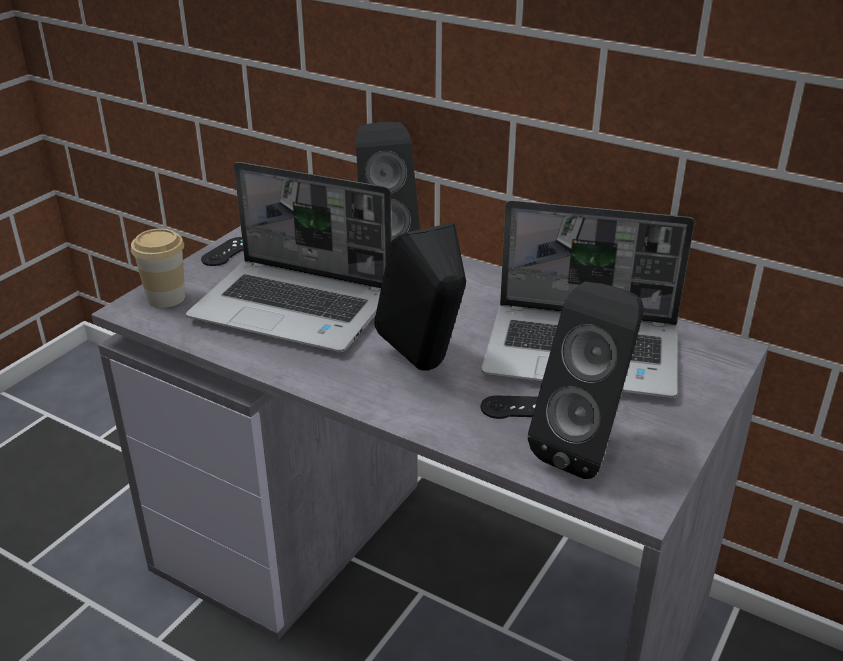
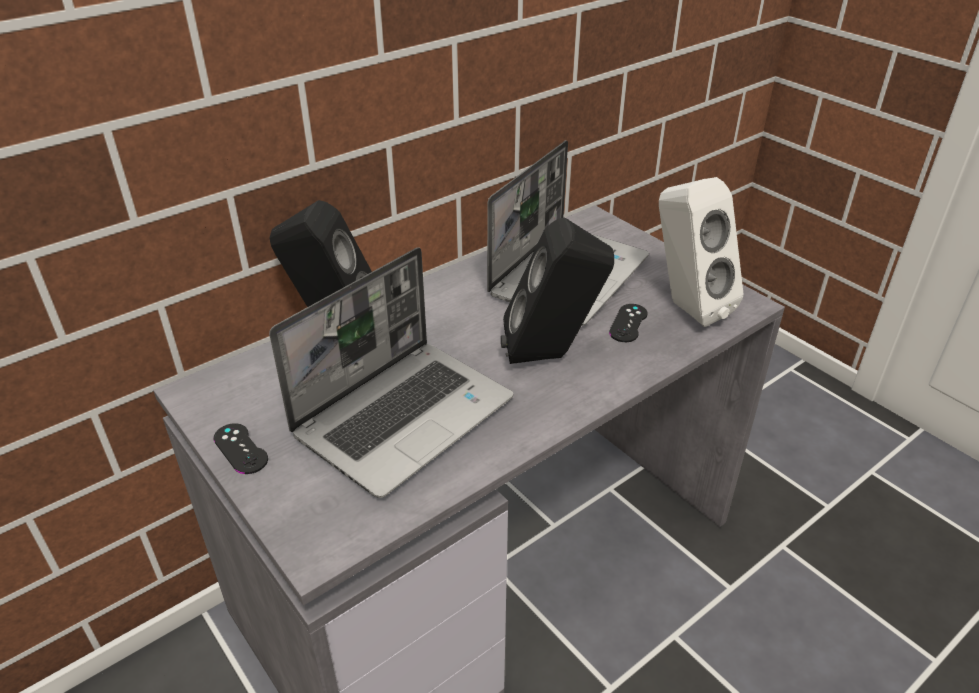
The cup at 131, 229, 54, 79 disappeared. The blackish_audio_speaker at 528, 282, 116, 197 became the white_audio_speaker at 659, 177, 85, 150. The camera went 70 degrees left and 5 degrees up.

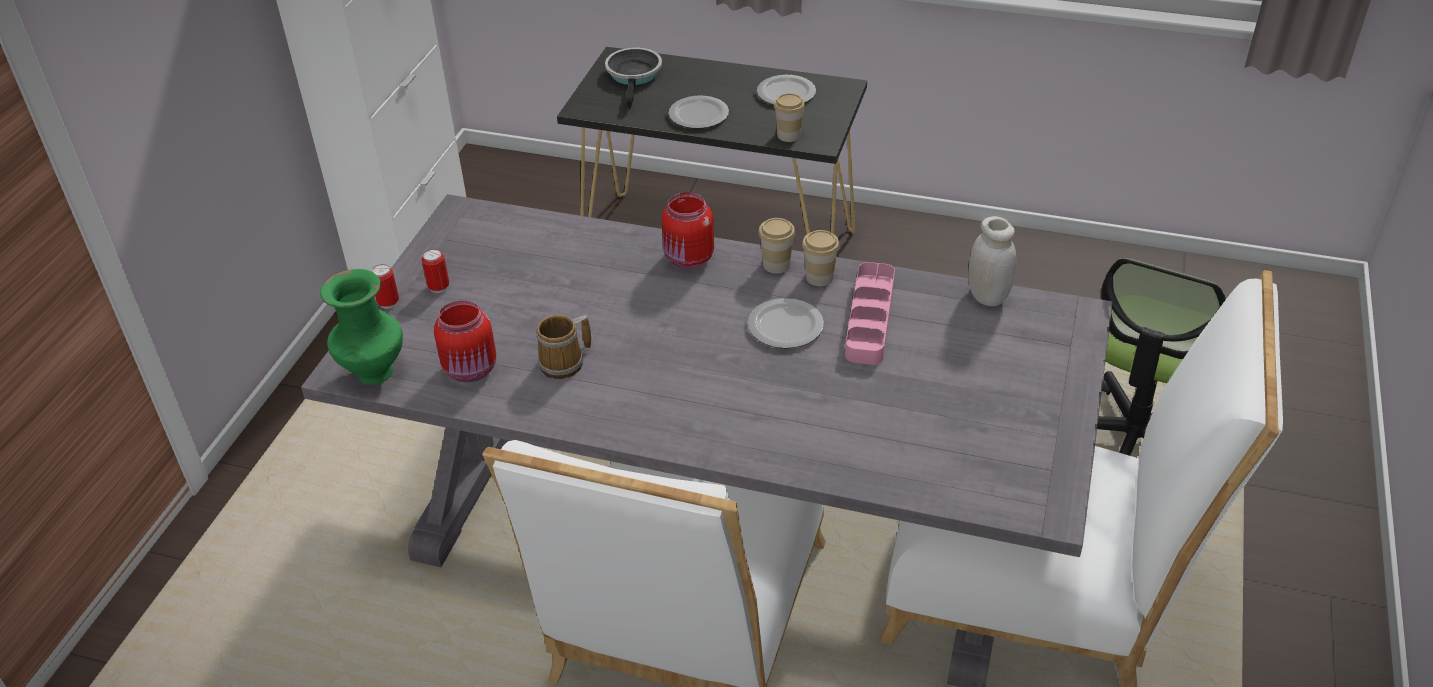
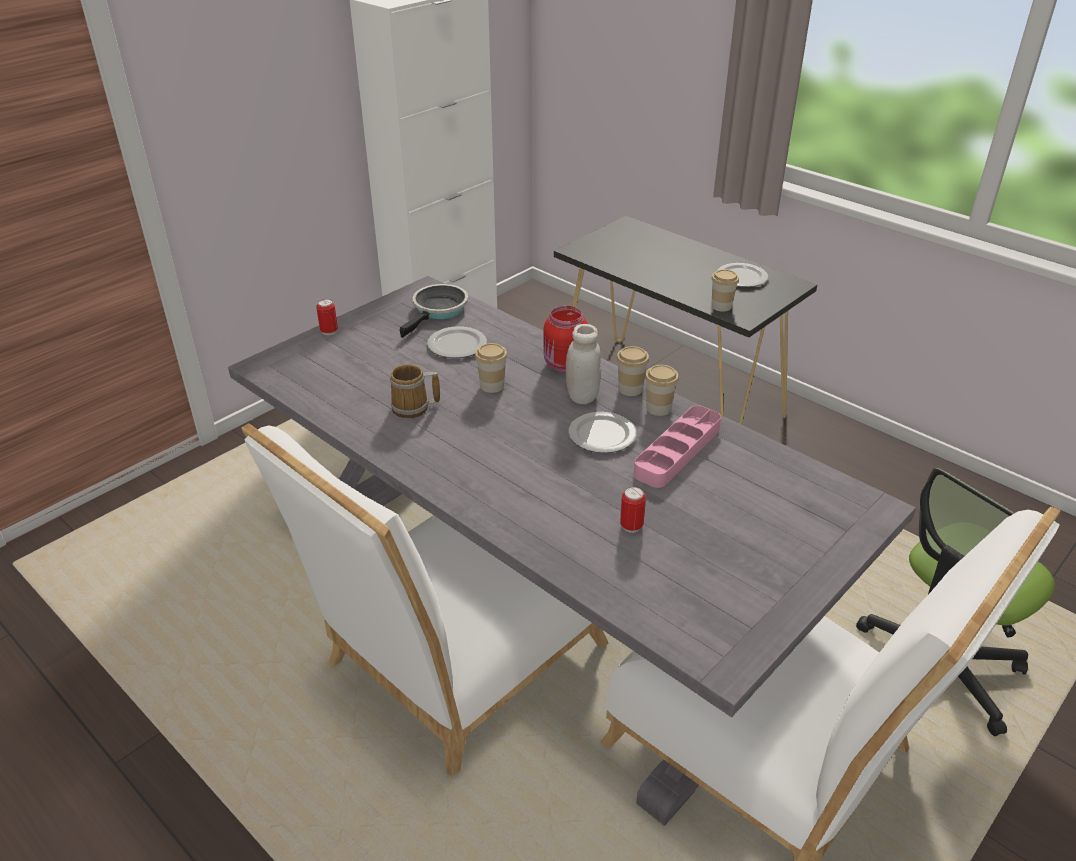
The greenish_vase at 320, 269, 83, 116 disappeared. The red-coloured_preserve_jar at 434, 300, 62, 82 disappeared. The cup at 475, 343, 33, 50 appeared. The sealed_can moved from 422, 249, 27, 44 to 620, 487, 26, 46. The skillet moved from 605, 48, 57, 61 to 400, 284, 68, 54. The dinner_plate moved from 669, 96, 60, 33 to 427, 327, 60, 31. The white_preserve_jar moved from 968, 216, 48, 90 to 566, 324, 35, 80. The camera went 25 degrees right and 5 degrees down.

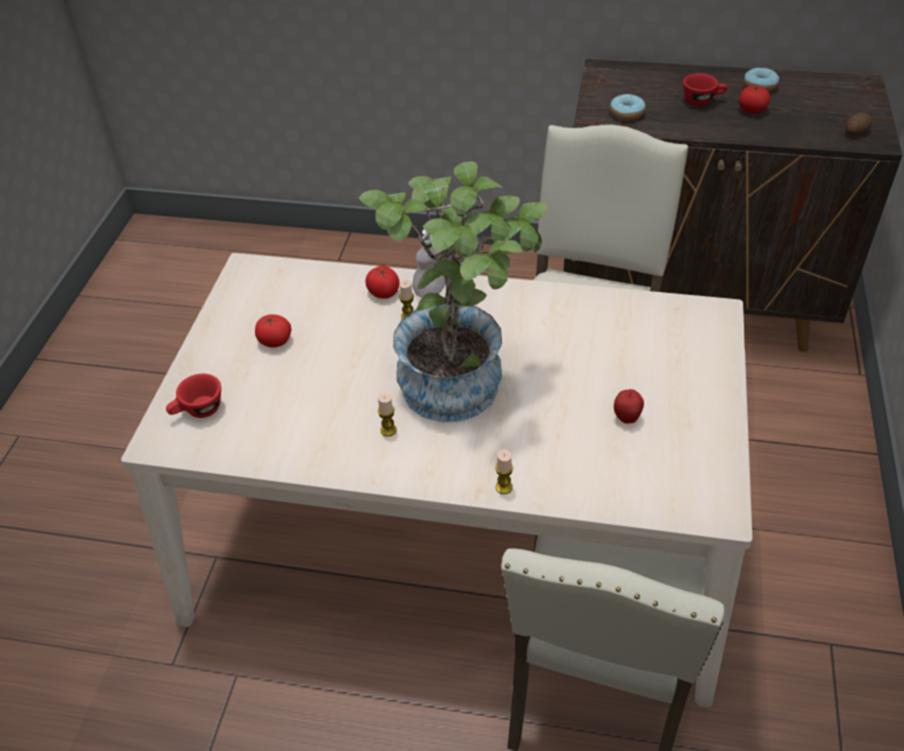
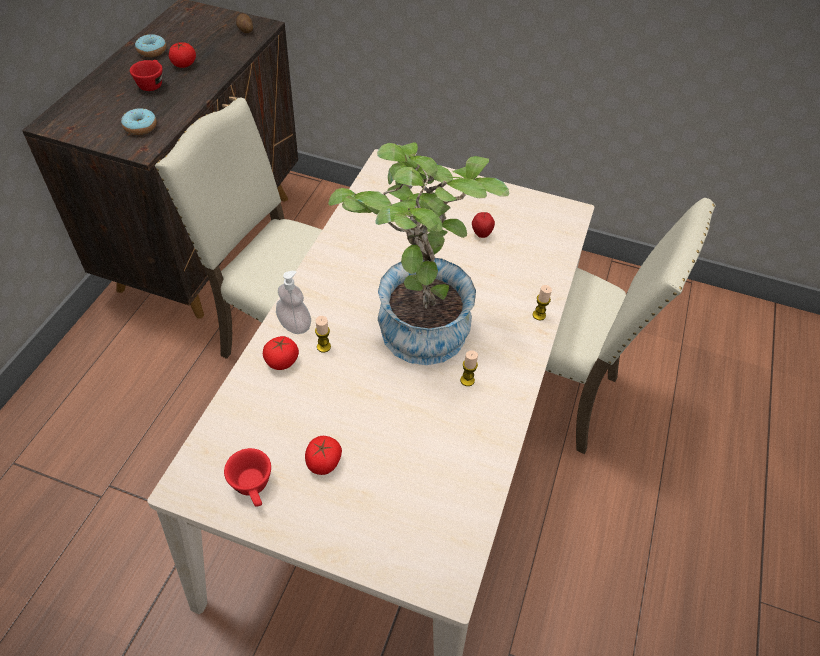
The red-coloured_cup moved from 166, 374, 55, 44 to 224, 448, 47, 59. The camera went 85 degrees left and 5 degrees up.

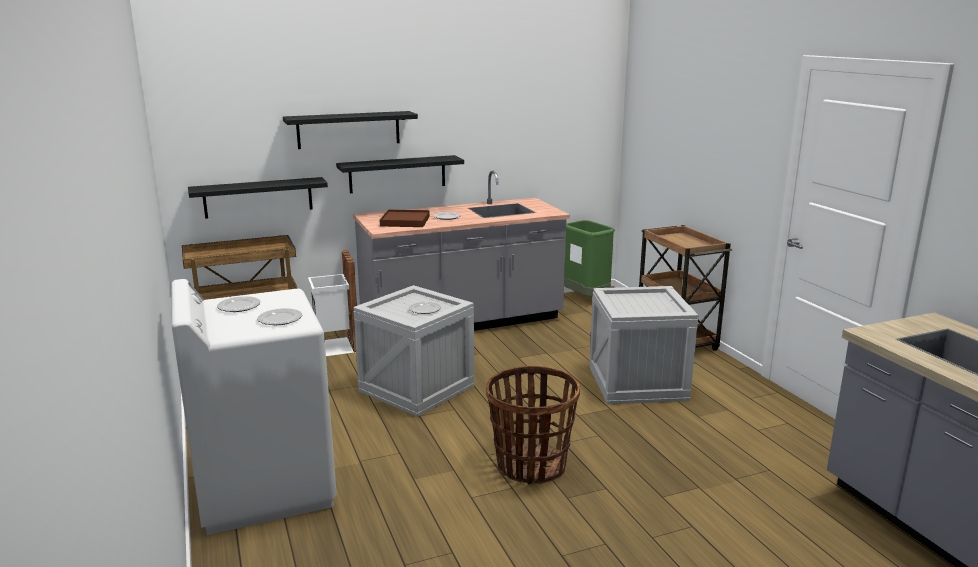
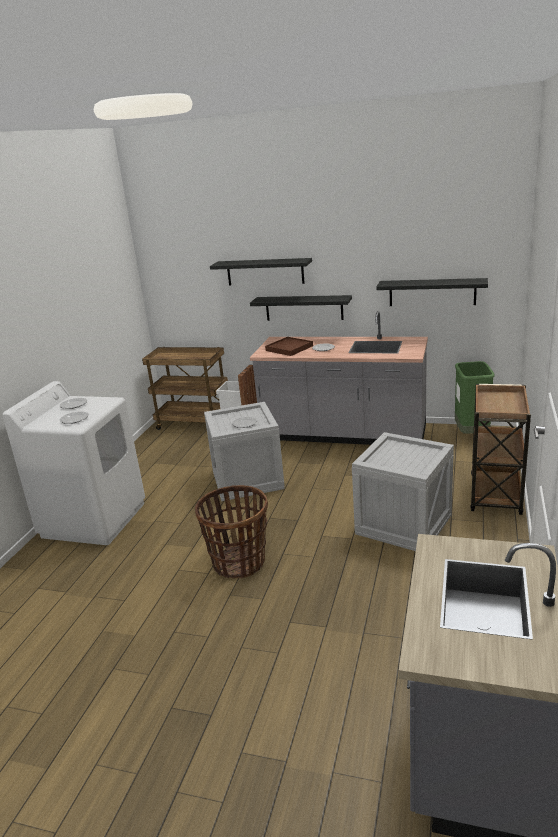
The blackish_bracket_shelf moved from 188, 177, 140, 42 to 376, 278, 112, 28. The camera went 40 degrees right and 5 degrees up.

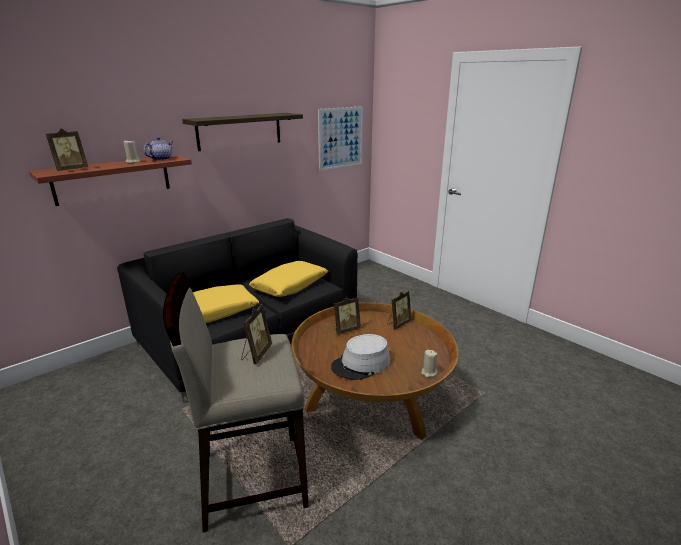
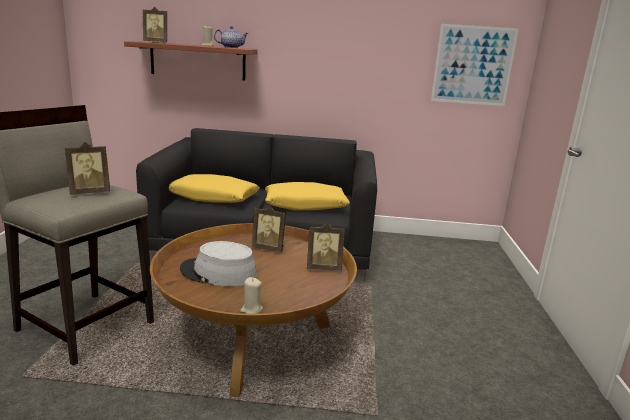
The bracket_shelf at 182, 113, 121, 38 disappeared. The camera went 45 degrees right and 5 degrees down.

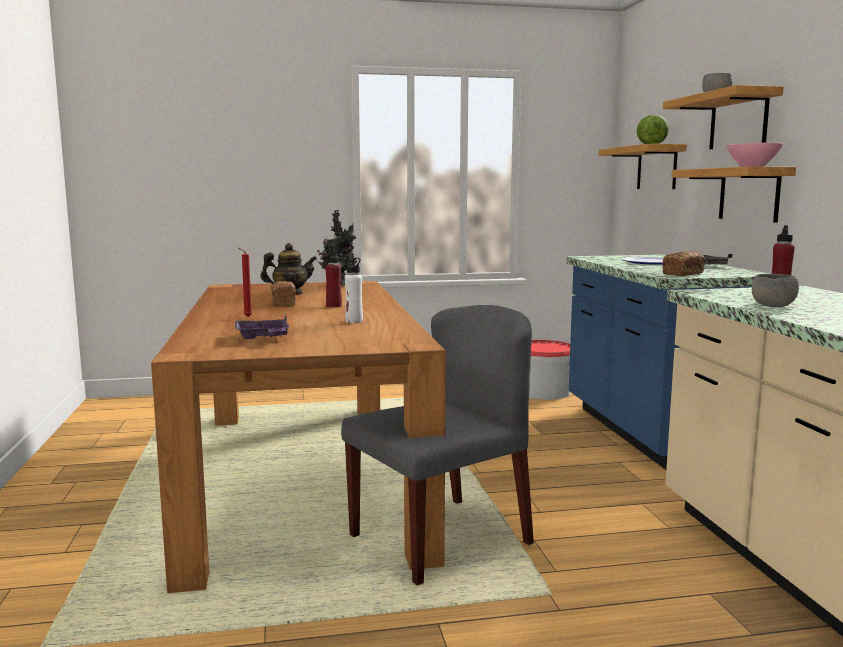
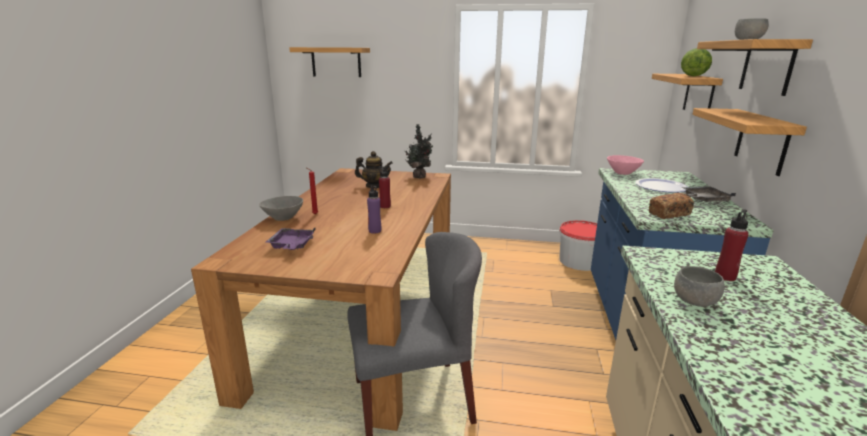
The bread at 271, 281, 25, 25 disappeared. The gray_bowl at 259, 196, 44, 25 appeared. The bracket_shelf at 289, 47, 81, 30 appeared. The pink_bowl moved from 727, 143, 56, 24 to 607, 155, 37, 20. The white_drink_bottle at 345, 257, 18, 66 became the purplish_drink_bottle at 367, 185, 14, 48. The camera went 20 degrees right and 10 degrees up.

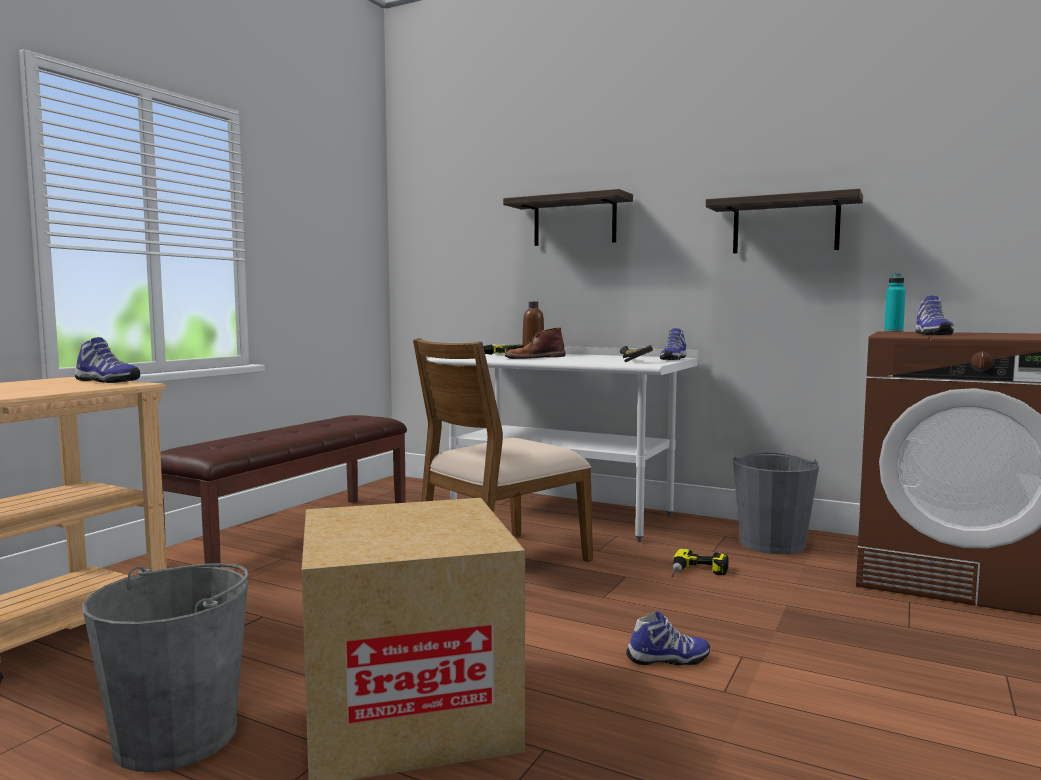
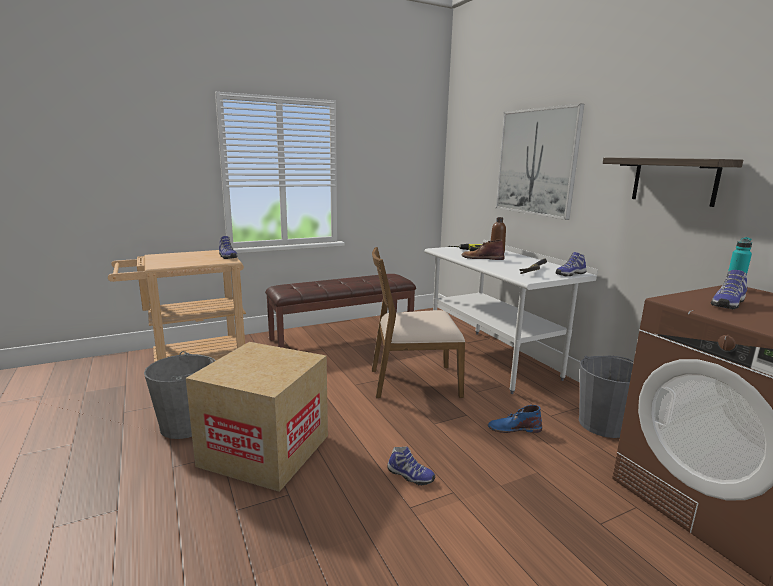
The bracket_shelf at 503, 189, 130, 57 was replaced by the picture at 496, 104, 88, 116. The power_drill at 671, 548, 58, 29 was replaced by the blue_tall_boot at 488, 405, 54, 28. The camera went 35 degrees right and 10 degrees up.

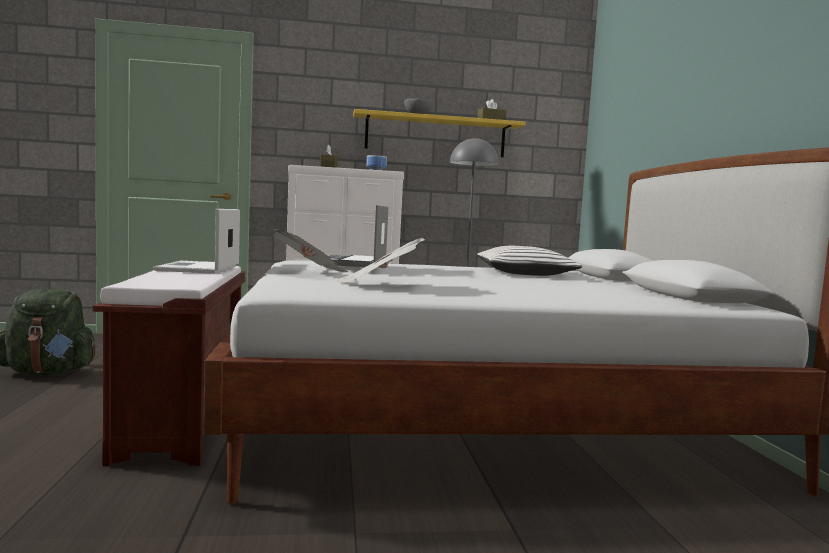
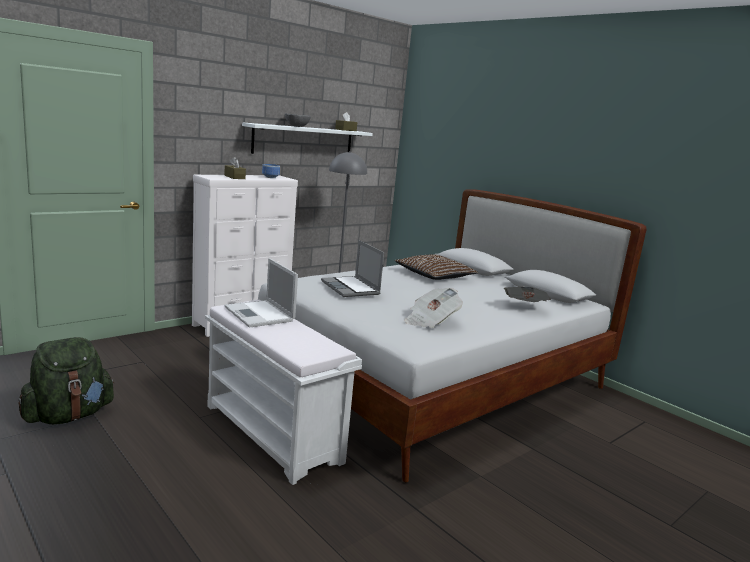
The daily_paper moved from 273, 229, 75, 43 to 504, 287, 47, 15. The brownish_indoor_bench at 93, 266, 152, 200 became the white_indoor_bench at 205, 300, 157, 185. The yellow-coloured_bracket_shelf at 353, 109, 173, 48 became the white_bracket_shelf at 242, 122, 131, 32. The white_throw_pillow at 477, 246, 105, 30 became the brownish_throw_pillow at 395, 254, 83, 26. The camera went 35 degrees left and 10 degrees up.

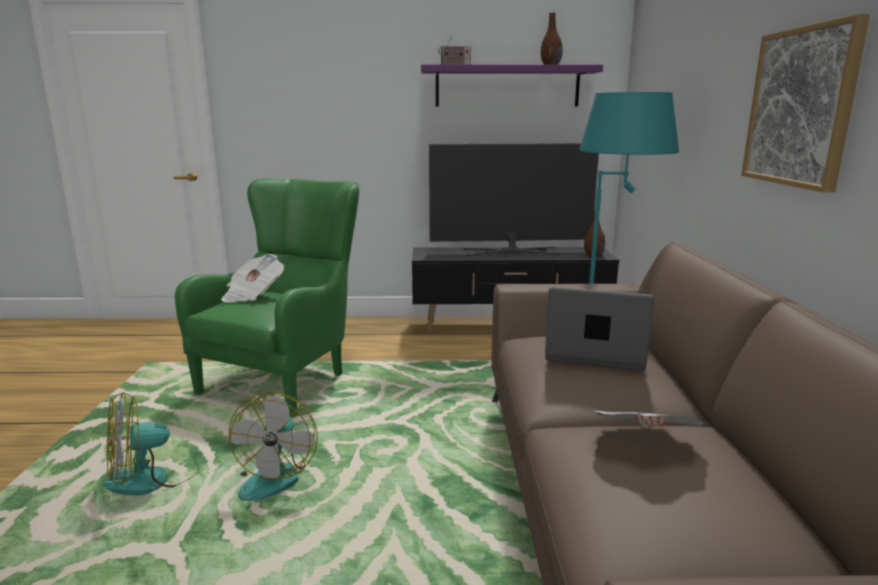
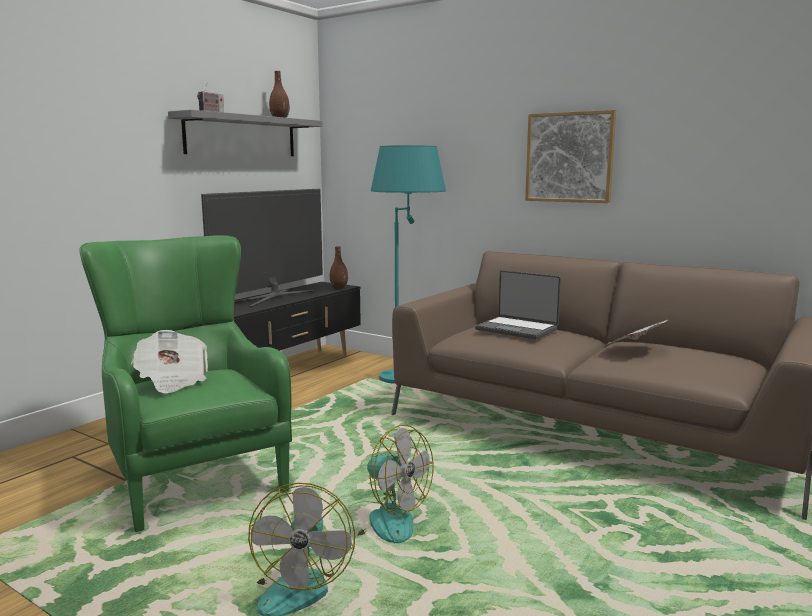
The purplish_bracket_shelf at 421, 64, 182, 42 became the gray_bracket_shelf at 168, 110, 154, 46. The laptop at 545, 287, 109, 84 turned 105 degrees counterclockwise. The camera went 55 degrees left and 5 degrees down.

